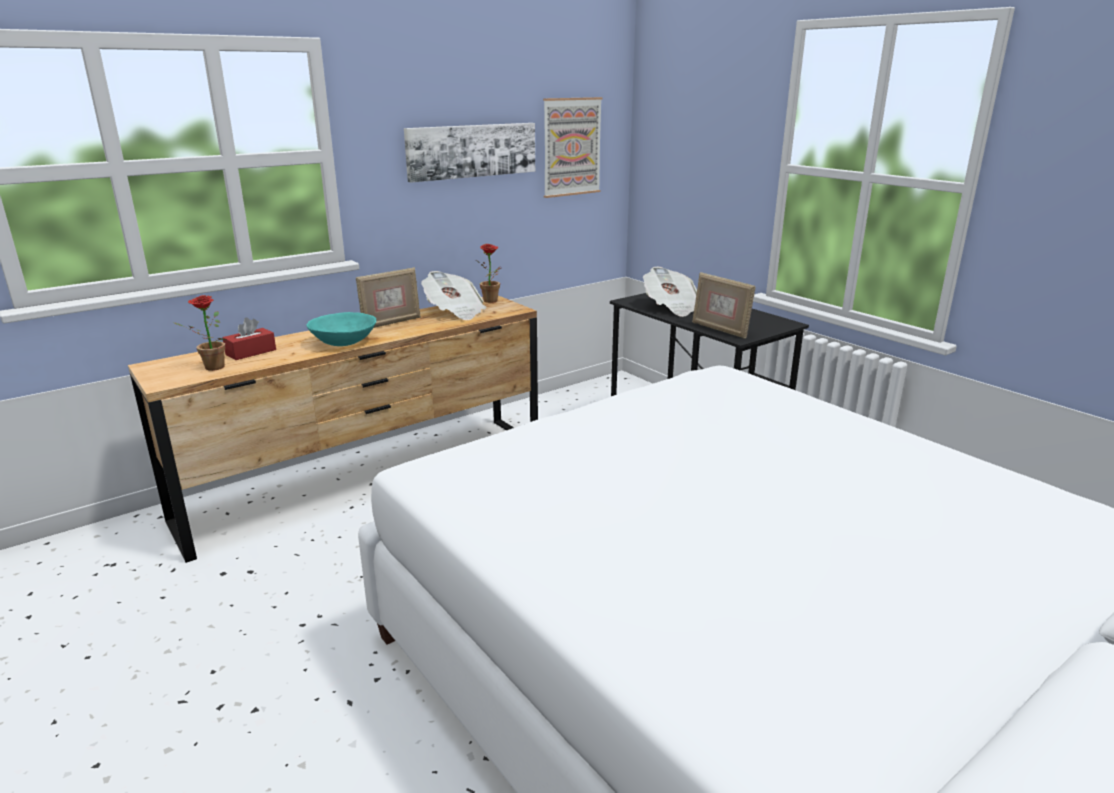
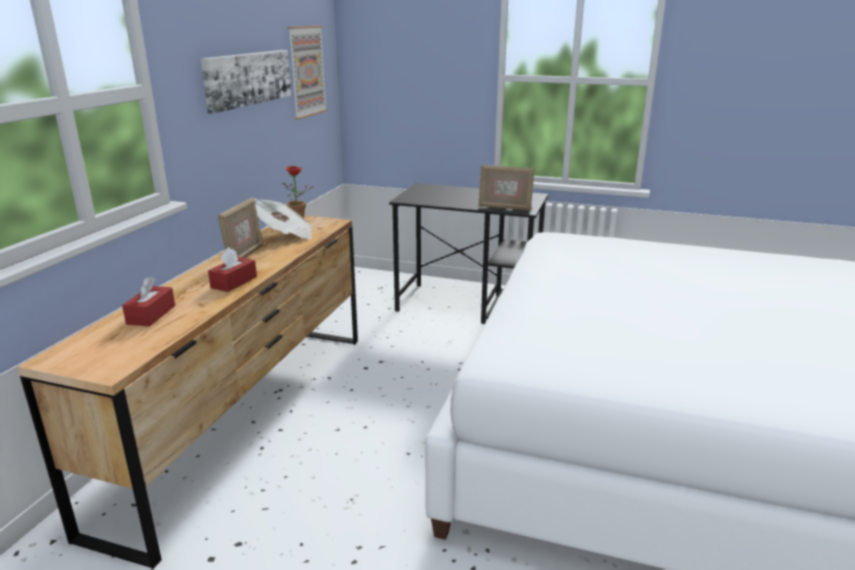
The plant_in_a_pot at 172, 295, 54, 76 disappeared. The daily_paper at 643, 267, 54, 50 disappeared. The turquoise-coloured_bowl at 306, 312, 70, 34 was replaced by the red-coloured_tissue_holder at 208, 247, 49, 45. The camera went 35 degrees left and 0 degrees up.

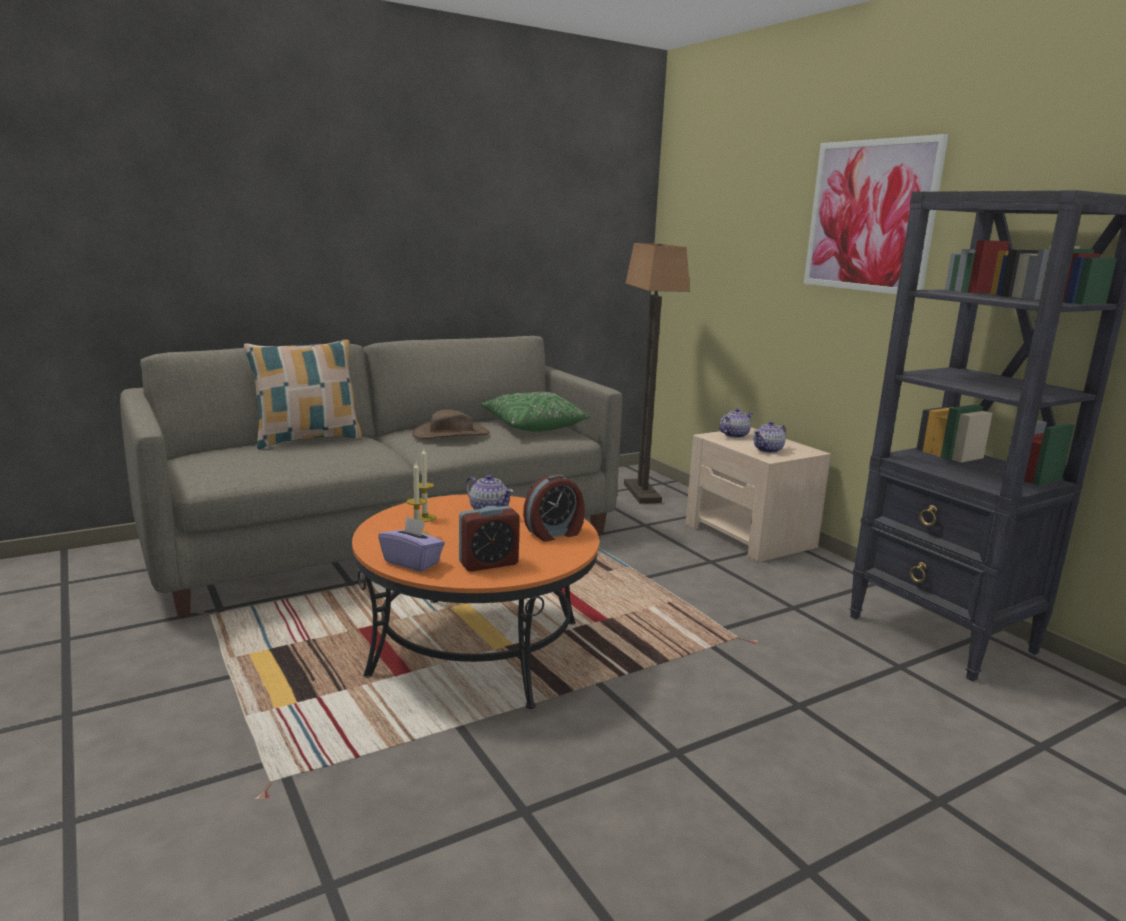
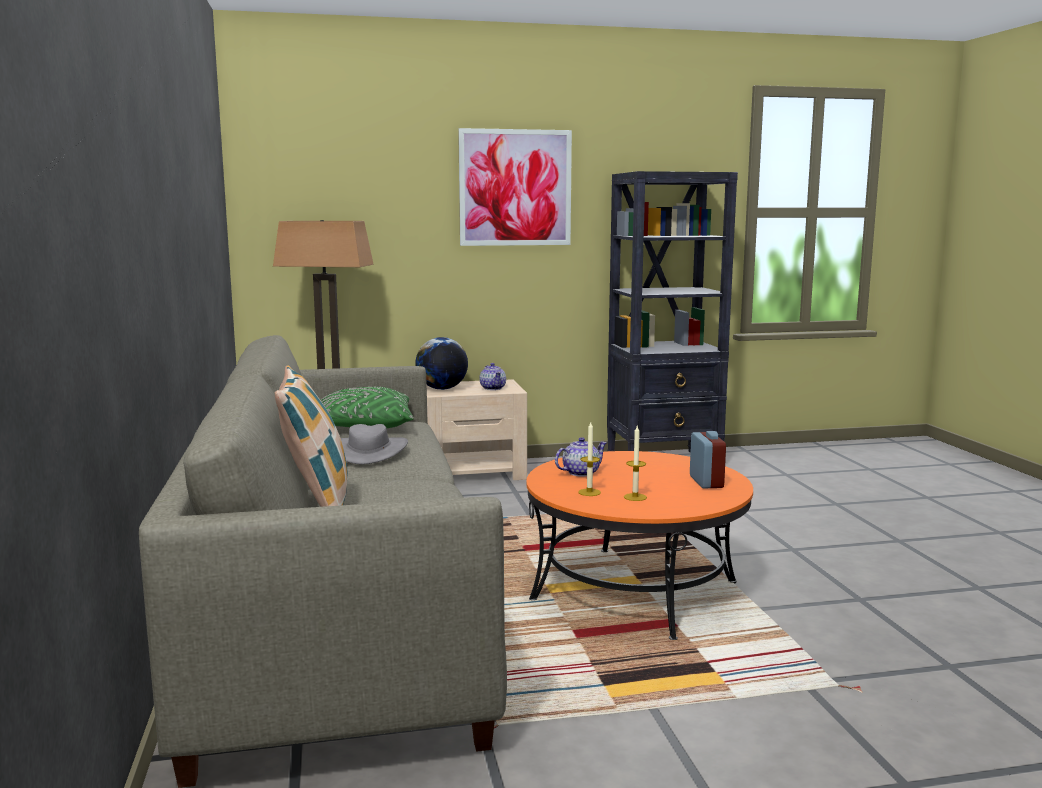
The purplish_tissue_holder at 378, 517, 67, 55 disappeared. The alarm_clock at 523, 474, 62, 68 disappeared. The tea_pot at 719, 408, 34, 30 was replaced by the globe at 415, 337, 53, 53. The brownish_hat at 412, 409, 78, 30 became the gray_hat at 341, 424, 67, 41. The camera went 70 degrees left and 5 degrees down.

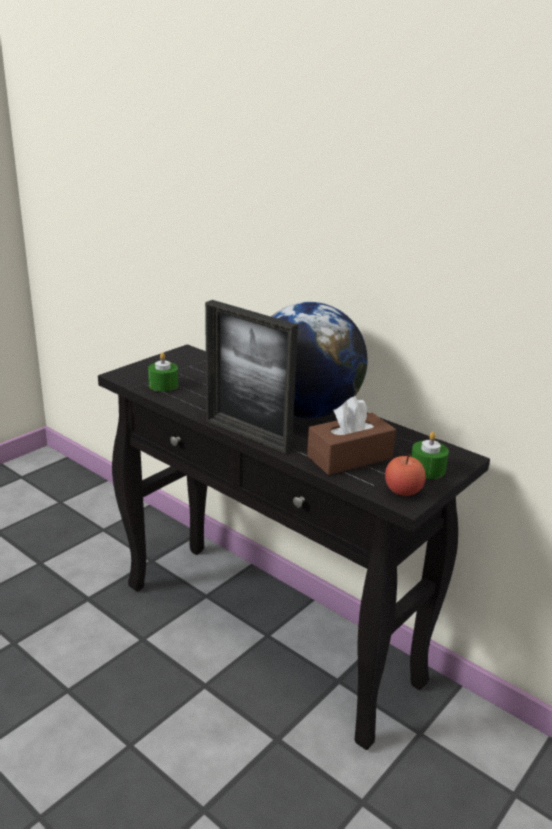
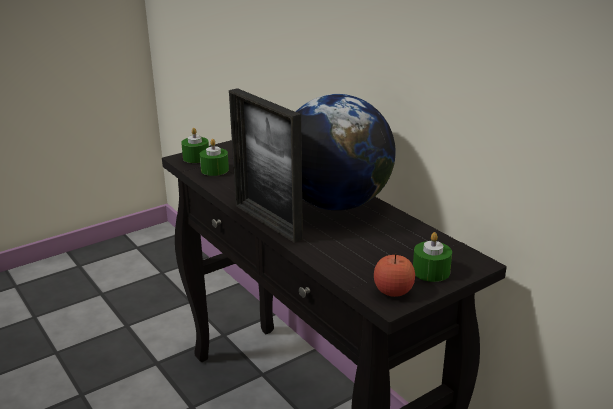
The brownish_tissue_holder at 307, 396, 89, 79 disappeared. The greenish_candle at 181, 128, 28, 35 appeared. The camera went 15 degrees right and 0 degrees up.

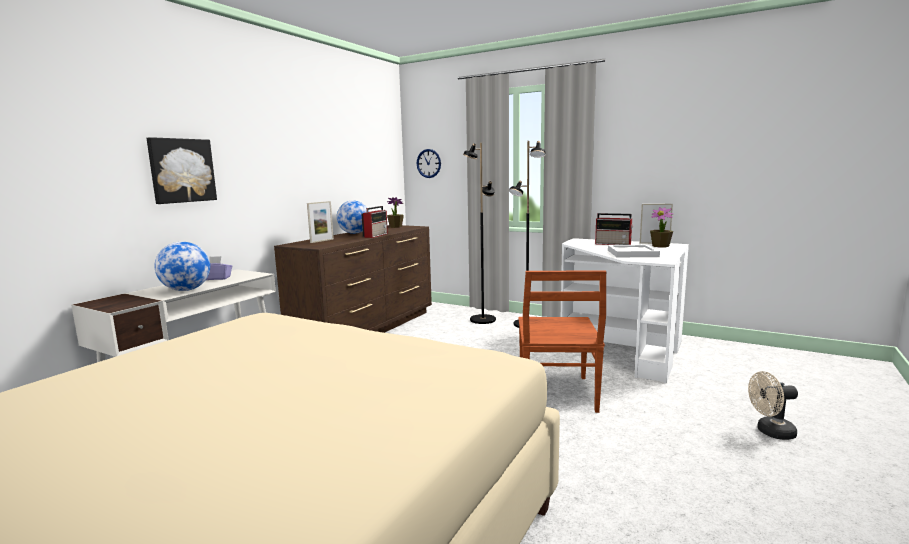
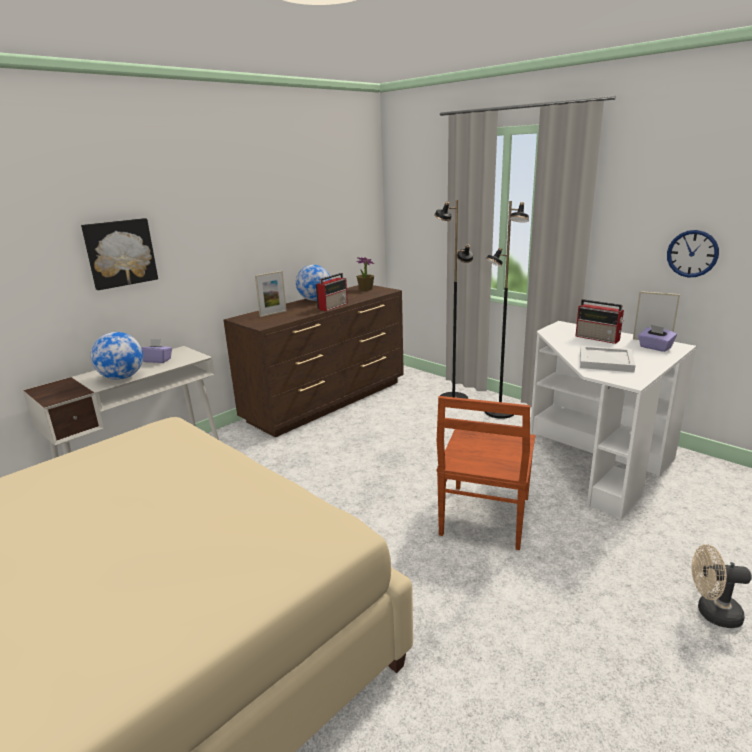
The hanging_clock moved from 417, 149, 24, 29 to 667, 230, 52, 47. The plant_in_a_pot at 650, 207, 23, 40 was replaced by the purplish_tissue_holder at 638, 325, 39, 27. The camera went 15 degrees right and 10 degrees up.

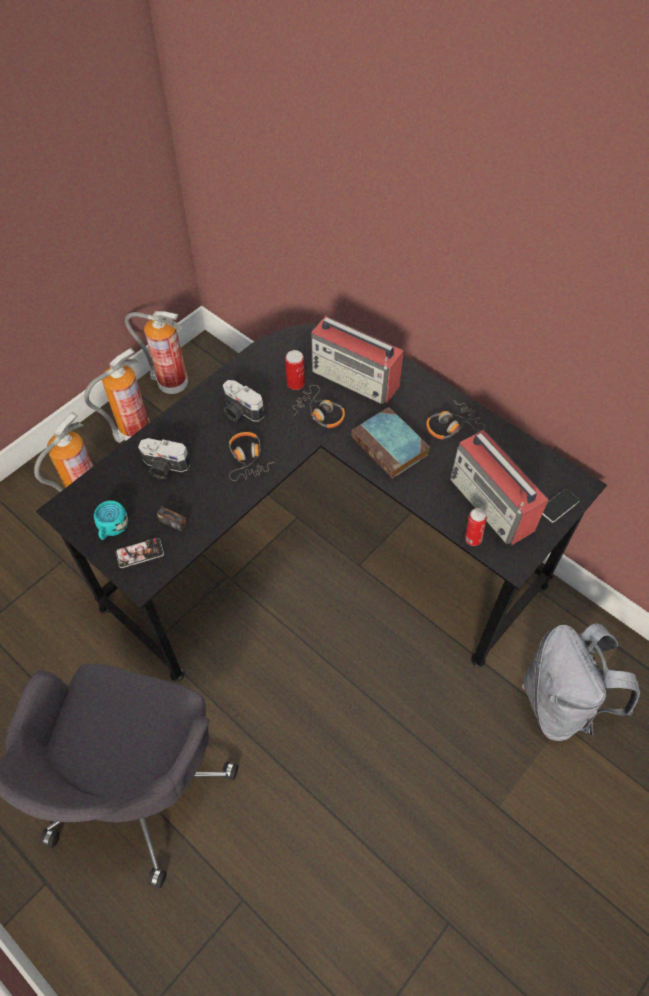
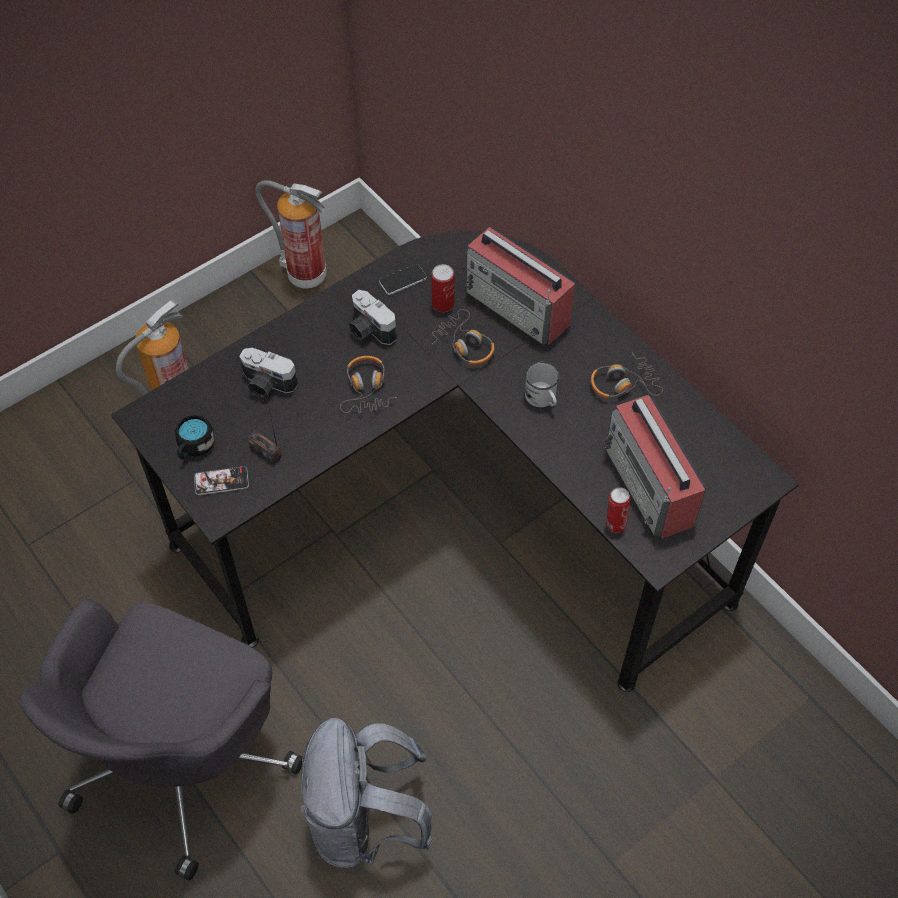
The extinguisher at 84, 348, 66, 95 disappeared. The gray_knapsack moved from 522, 623, 118, 118 to 301, 718, 132, 150. The phone moved from 543, 489, 36, 34 to 379, 264, 48, 31. The bound_book at 352, 407, 78, 72 was replaced by the white_tea_mug at 525, 362, 34, 45. The turquoise-coloured_tea_mug at 94, 501, 34, 39 became the blackish_tea_mug at 175, 415, 40, 44. The camera went 10 degrees right and 0 degrees up.

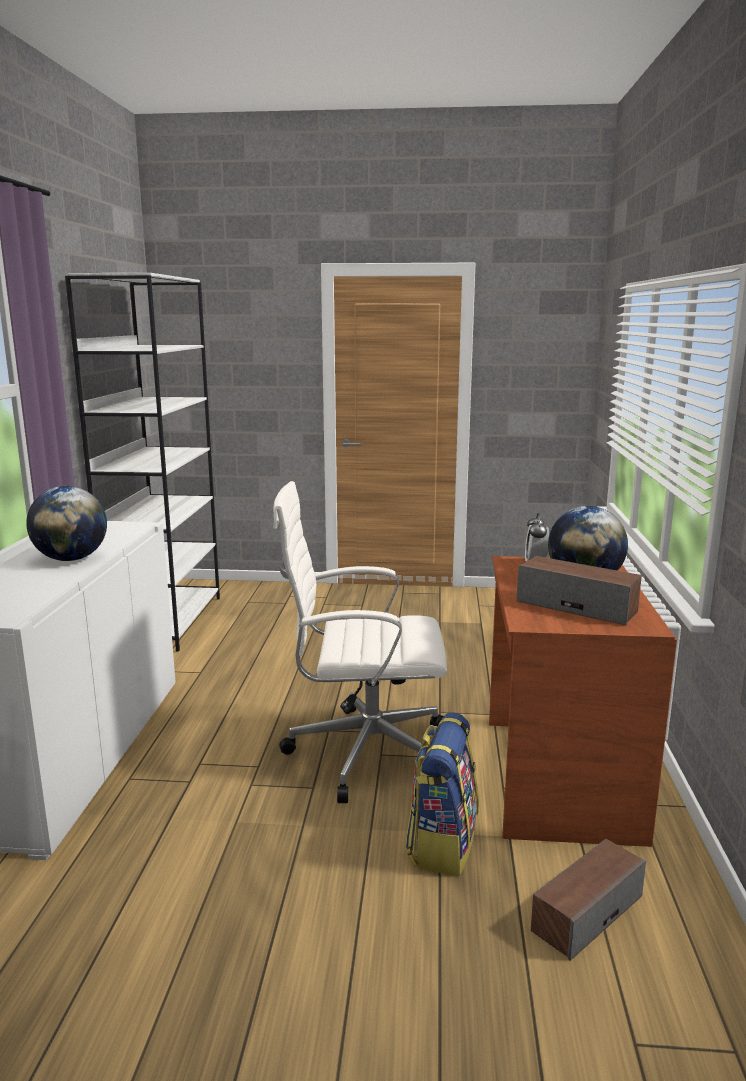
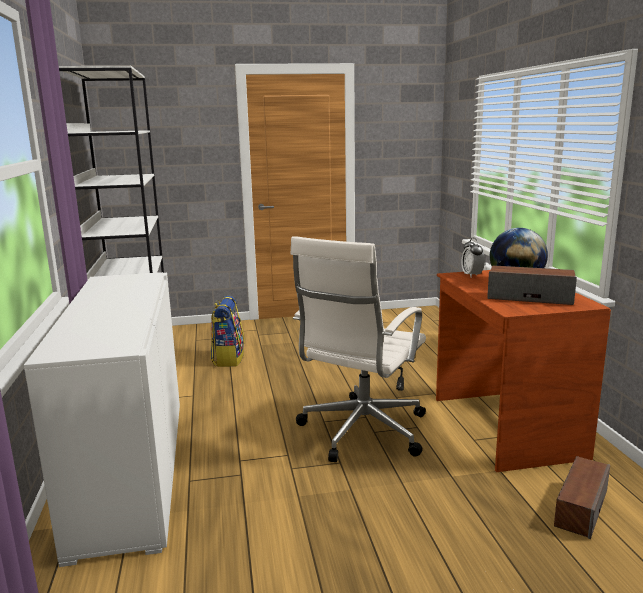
The globe at 26, 486, 81, 75 disappeared. The knapsack moved from 405, 713, 74, 163 to 210, 296, 35, 71. The white_office_chair at 273, 481, 174, 322 turned 45 degrees counterclockwise. The camera went 15 degrees left and 0 degrees up.

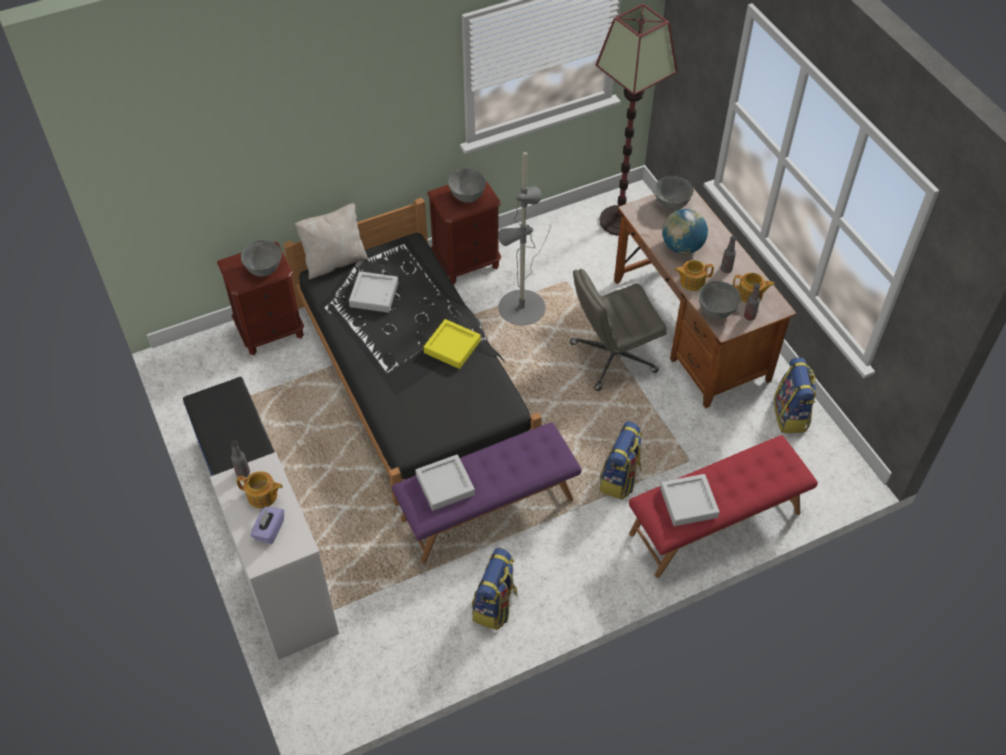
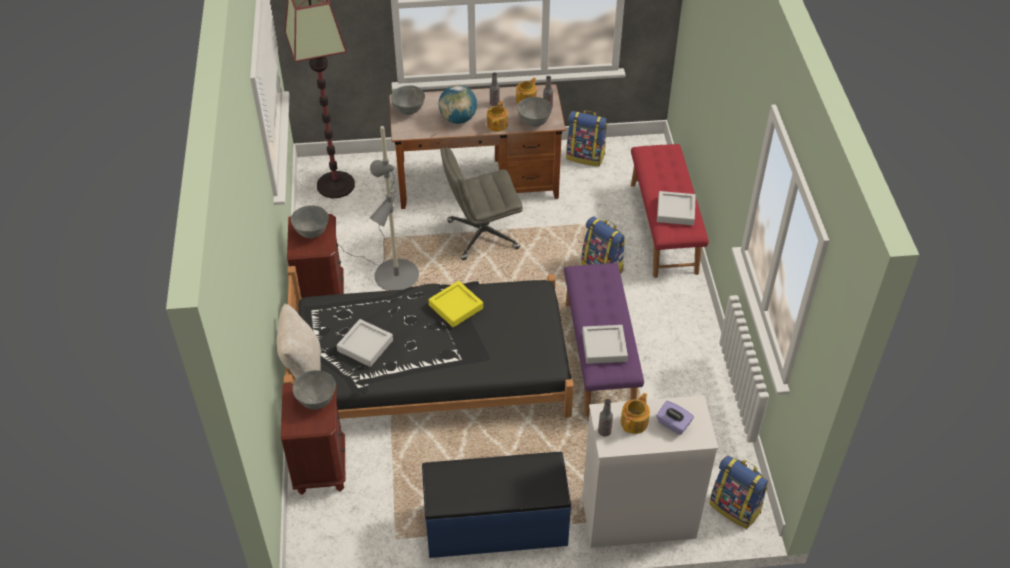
The knapsack moved from 472, 548, 46, 82 to 709, 455, 59, 74. The gray_office_chair at 570, 269, 97, 122 turned 75 degrees clockwise. The camera went 70 degrees left and 5 degrees down.

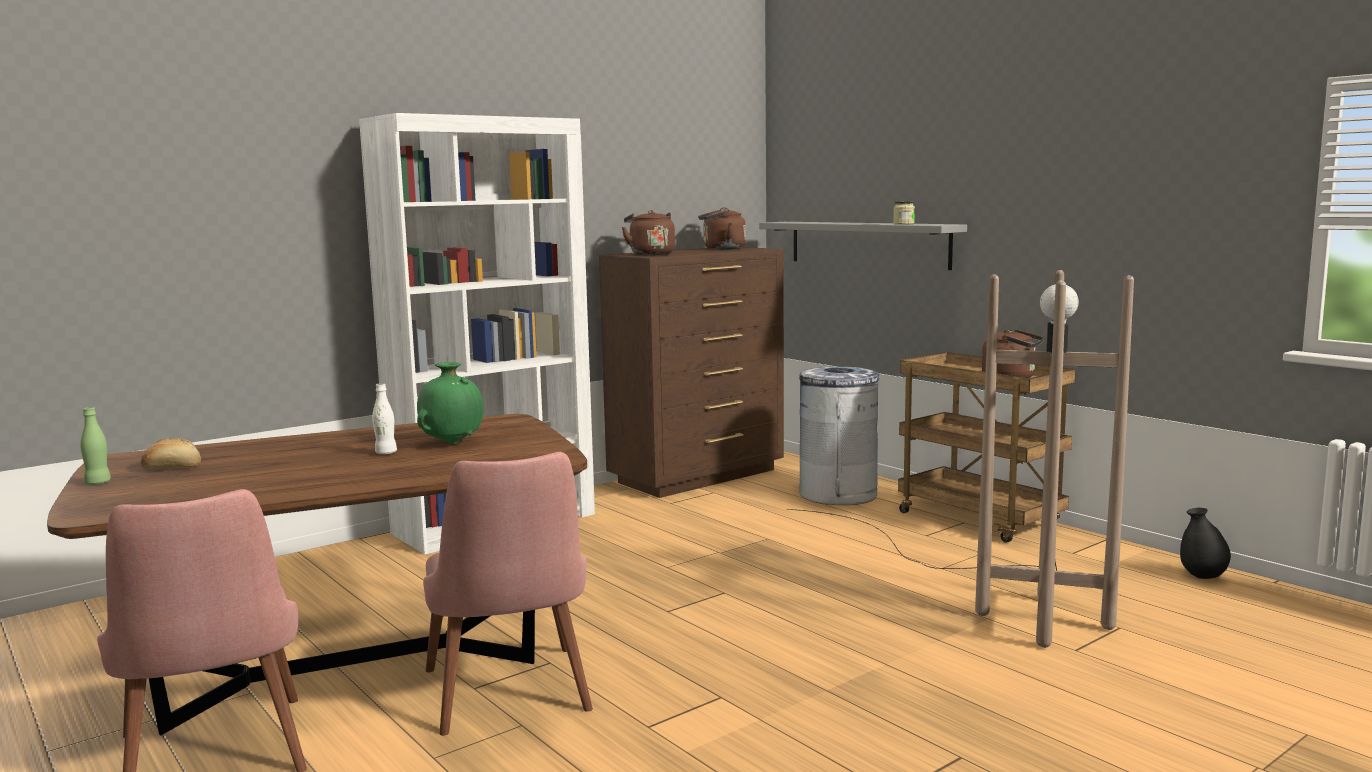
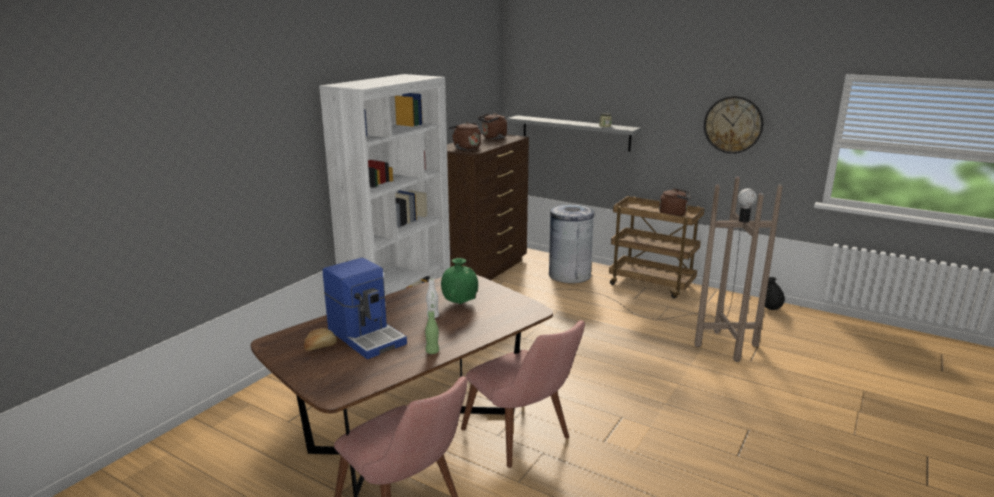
The coffee_brewer at 323, 258, 84, 101 appeared. The hanging_clock at 704, 96, 59, 58 appeared. The greenish_drink_bottle moved from 80, 407, 31, 78 to 425, 310, 14, 44. The camera went 20 degrees left and 10 degrees up.

